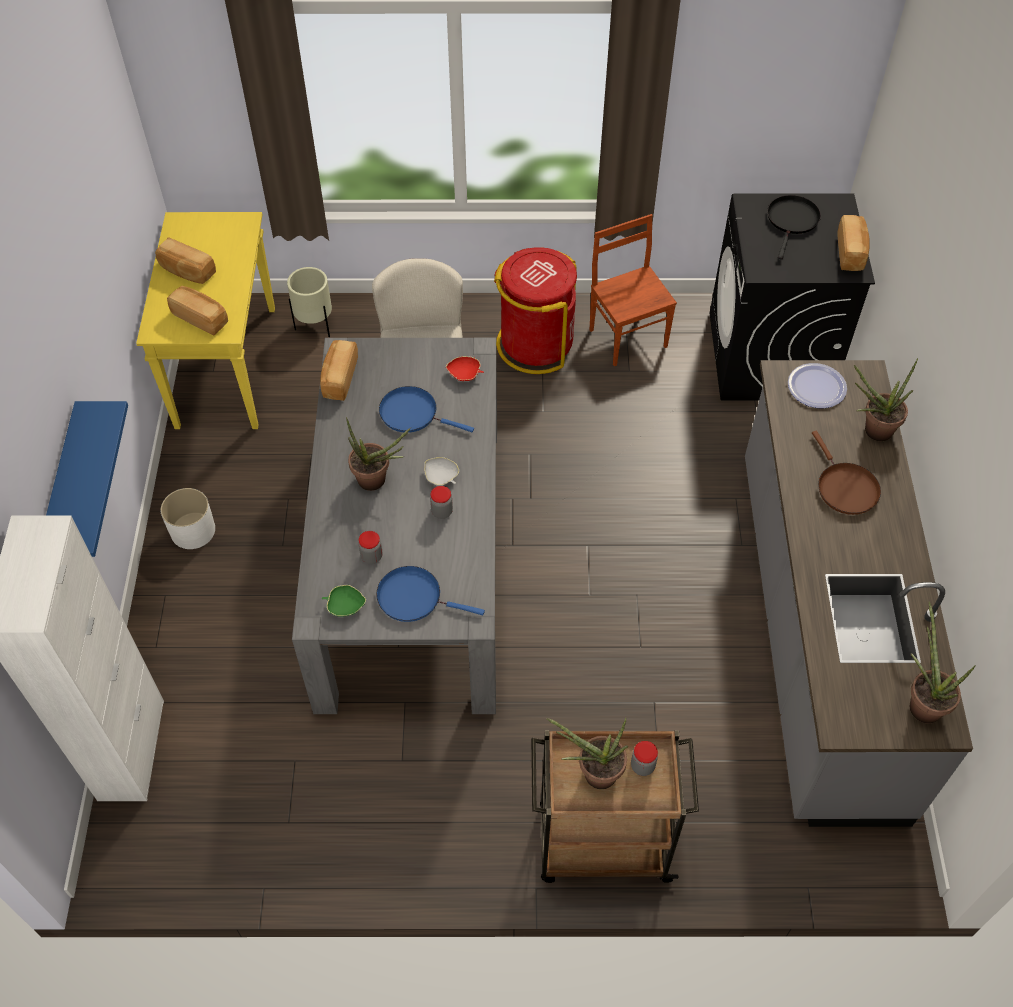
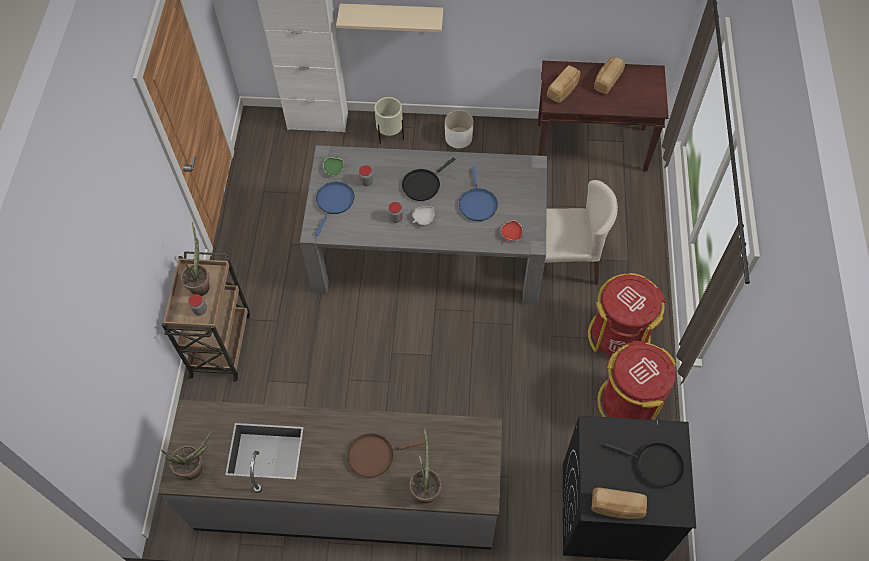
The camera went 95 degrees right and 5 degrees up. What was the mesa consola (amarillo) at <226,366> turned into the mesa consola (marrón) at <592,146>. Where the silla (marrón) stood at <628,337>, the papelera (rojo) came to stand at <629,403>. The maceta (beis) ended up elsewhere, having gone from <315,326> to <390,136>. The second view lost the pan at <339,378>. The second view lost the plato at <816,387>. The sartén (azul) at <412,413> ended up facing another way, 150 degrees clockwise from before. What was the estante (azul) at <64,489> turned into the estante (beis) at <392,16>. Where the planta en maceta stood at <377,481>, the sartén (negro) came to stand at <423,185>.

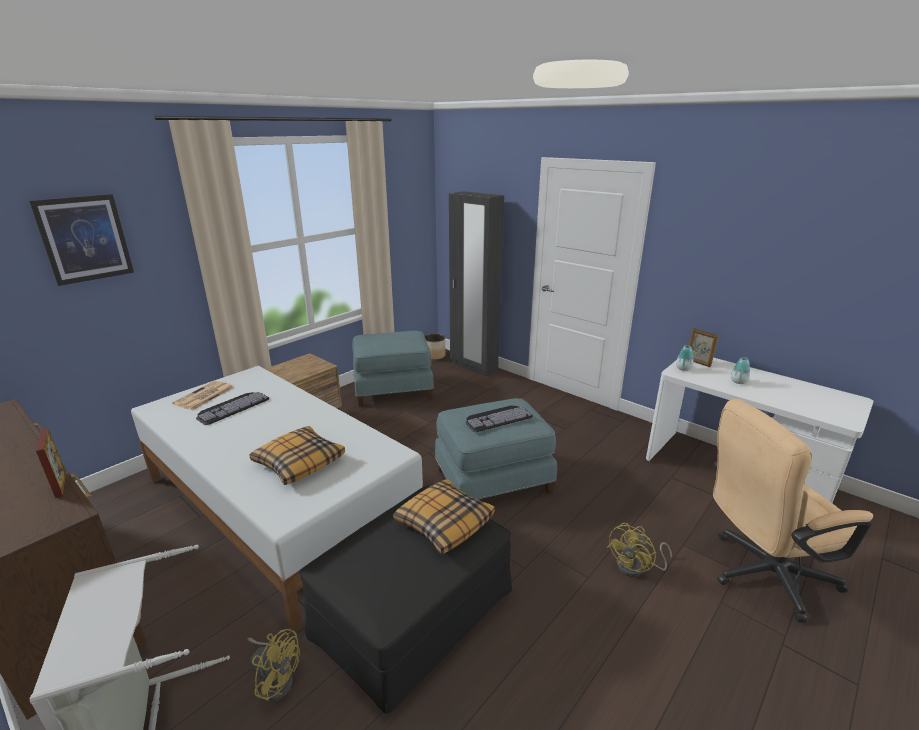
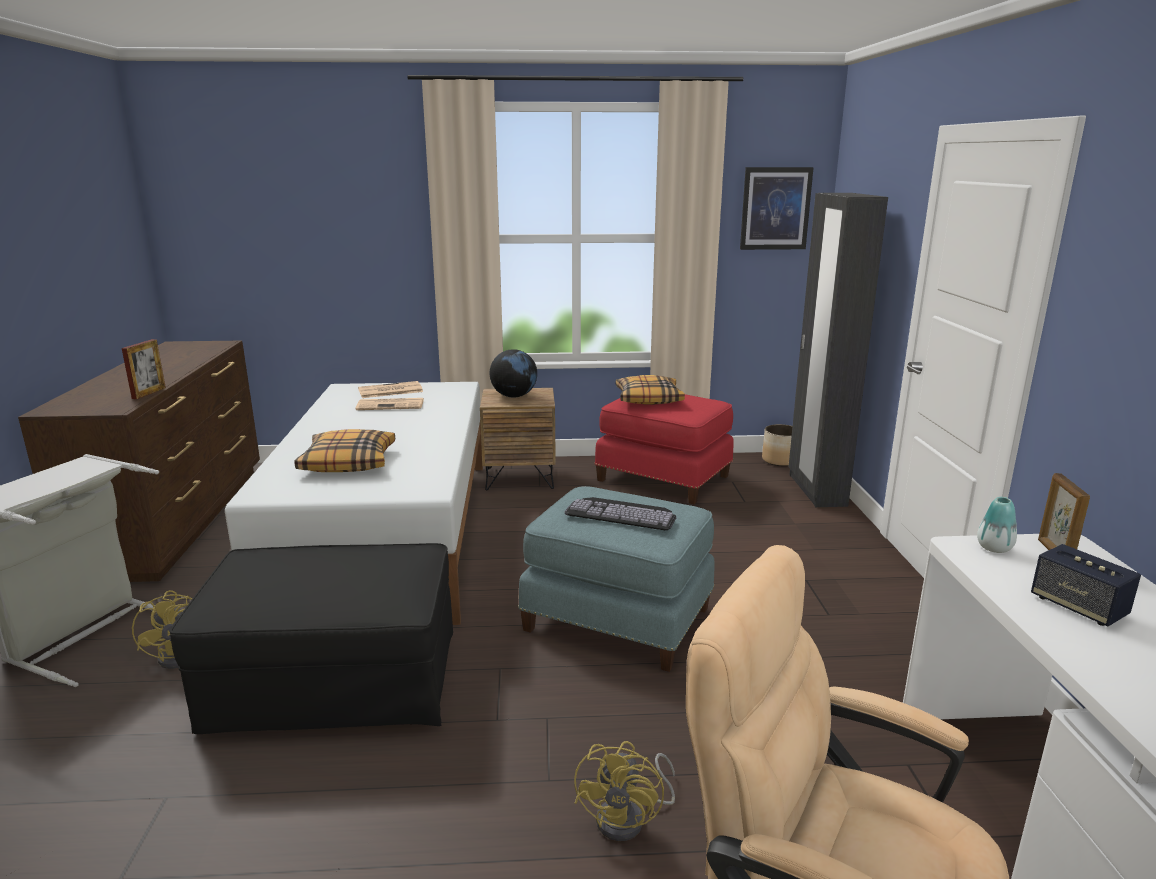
The camera went 45 degrees right and 5 degrees down. The cuadro ended up elsewhere, having gone from <84,239> to <775,208>. What was the puf (azul) at <393,389> turned into the puf (rojo) at <664,477>. Where the florero stood at <738,382>, the altavoz came to stand at <1078,607>. Where the teclado stood at <232,407>, the periódico came to stand at <391,405>. The cojín ended up elsewhere, having gone from <444,522> to <648,399>. The ventilador (amarillo) at <636,568> ended up facing another way, 75 degrees counterclockwise from before. The second view gained the globo terráqueo at <514,396>.

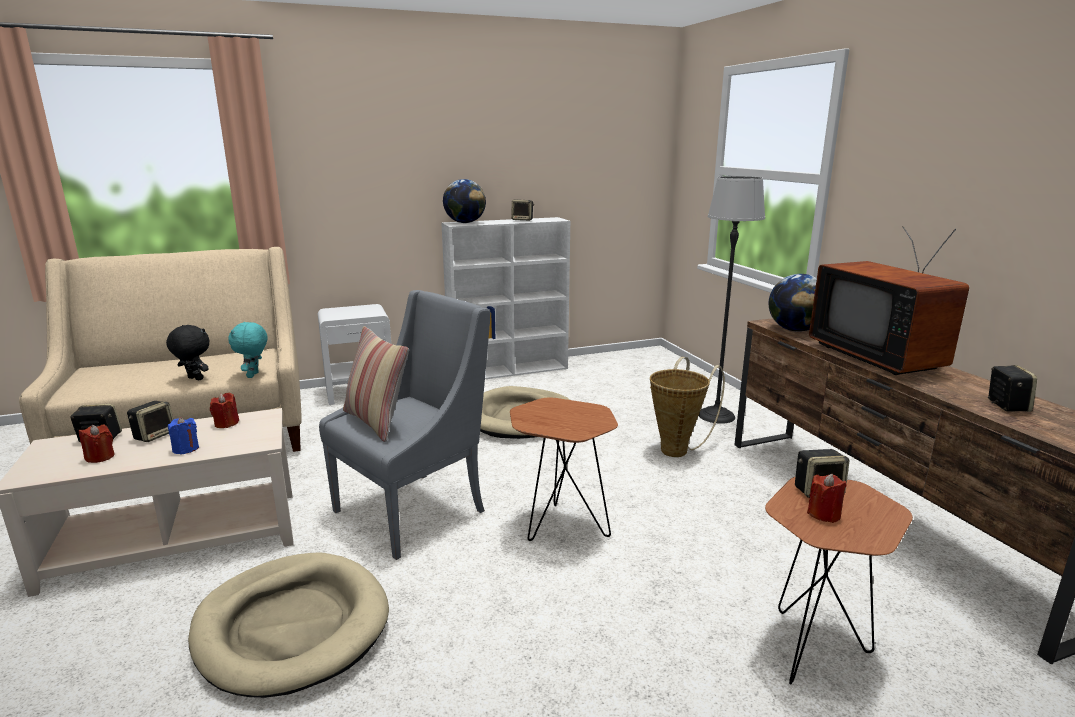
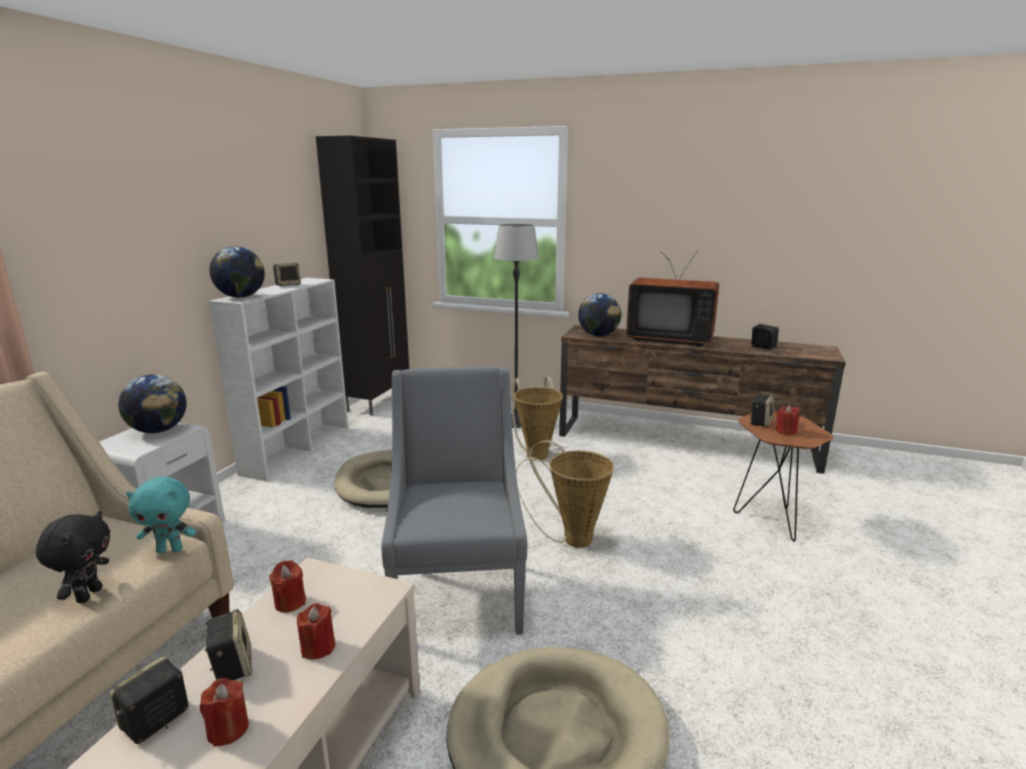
The camera went 50 degrees left and 0 degrees up. The peluche (turquesa) at <254,375> ended up facing another way, 45 degrees counterclockwise from before. The peluche (negro) at <194,379> ended up facing another way, 120 degrees clockwise from before. The second view lost the cojín at <376,422>. Where the mesa auxiliar (marrón) stood at <561,526>, the cesta came to stand at <570,538>. What was the vela (azul) at <186,449> turned into the vela (rojo) at <318,647>. The second view gained the armario (negro) at <379,401>. The second view gained the globo terráqueo at <159,430>.

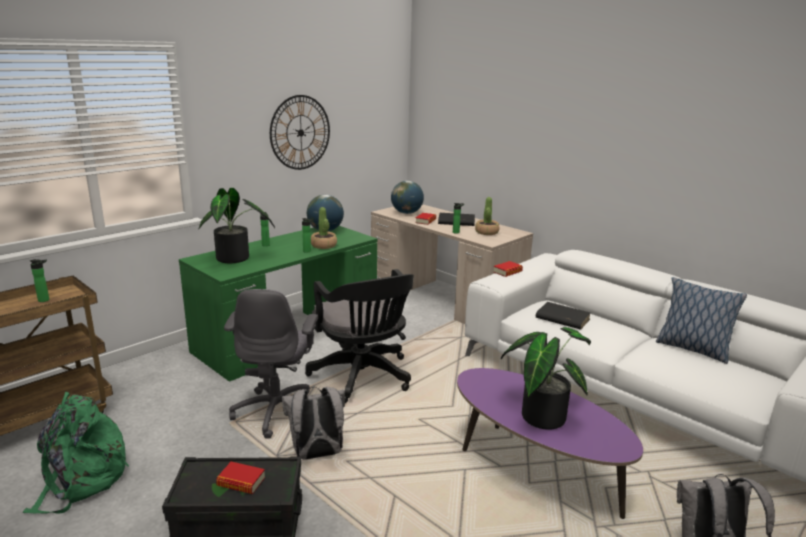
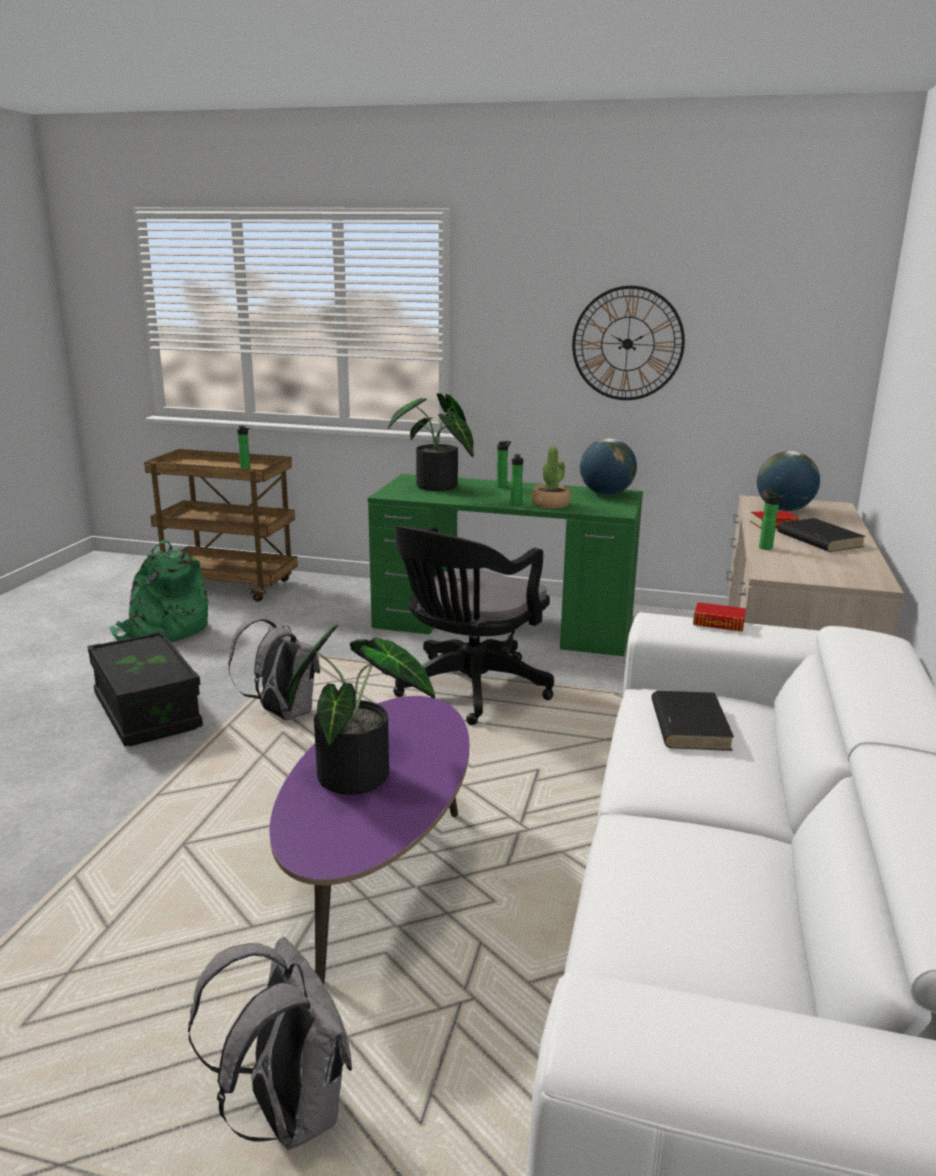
The camera went 60 degrees right and 0 degrees up. The second view lost the planta en maceta at <487,232>. The second view lost the cojín at <692,349>. The second view lost the silla de oficina (gris) at <277,411>. The second view lost the libro at <241,482>.

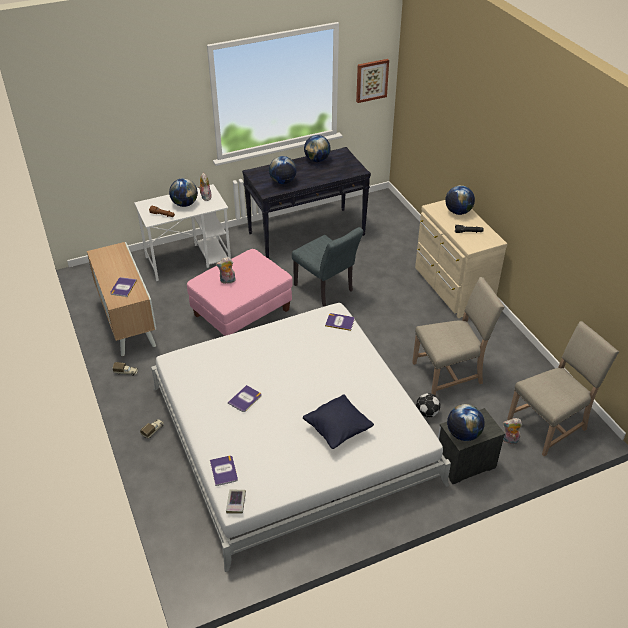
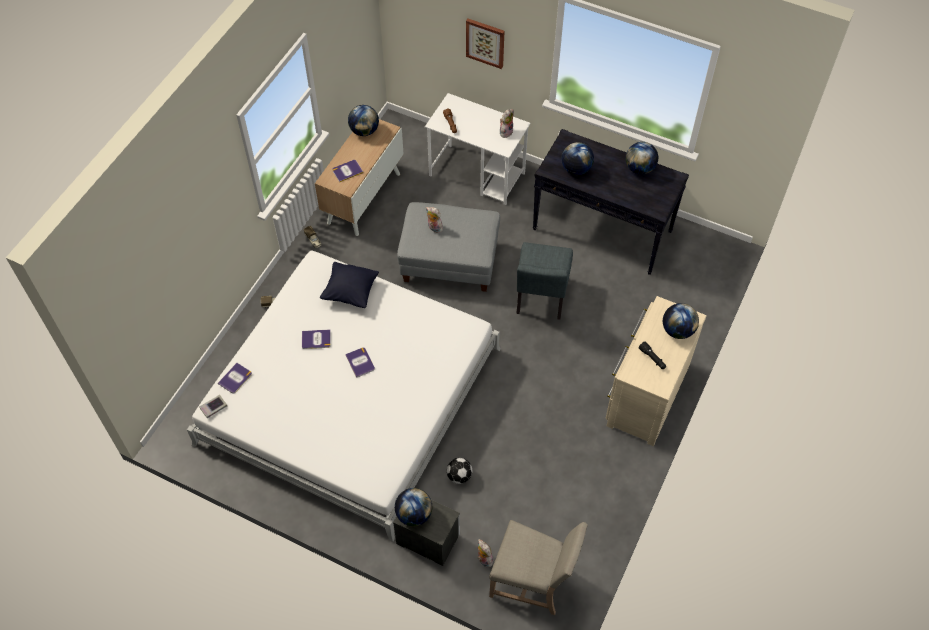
The camera went 50 degrees right and 15 degrees up. The cuadro ended up elsewhere, having gone from <371,80> to <485,42>. The globo terráqueo ended up elsewhere, having gone from <184,204> to <364,131>. What was the puf (rosa) at <242,313> turned into the puf (gris) at <449,262>. The second view lost the silla (beis) at <450,374>. The libro ended up elsewhere, having gone from <340,322> to <360,362>. The cojín (negro) ended up elsewhere, having gone from <337,430> to <350,292>.

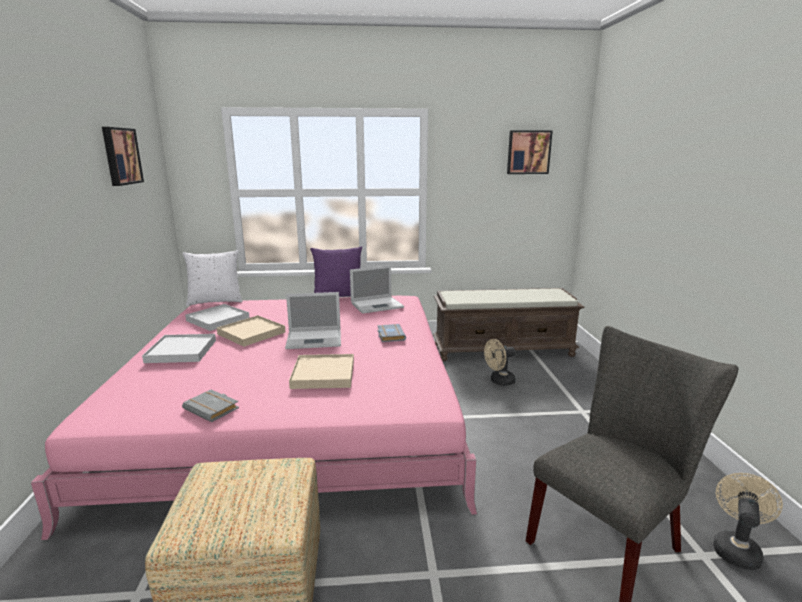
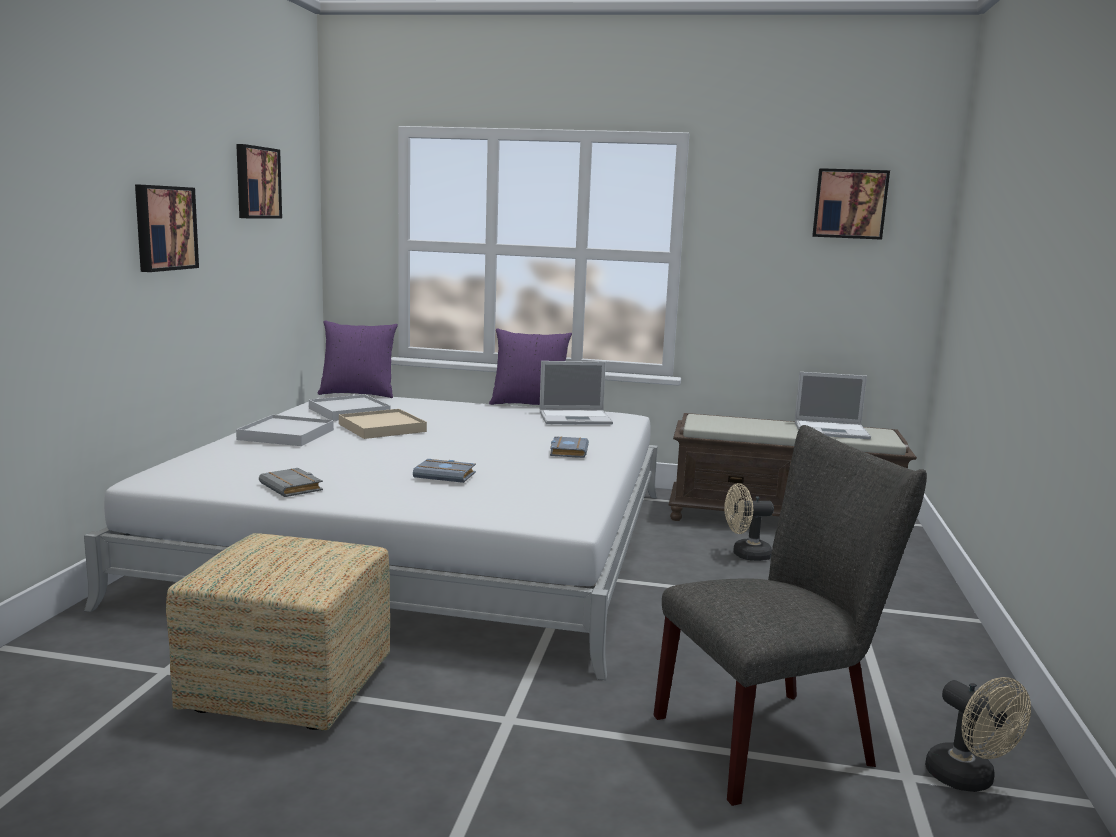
The camera went 15 degrees right and 5 degrees down. What was the cojín (blanco) at <215,301> turned into the cojín (morado) at <358,394>. The portátil ended up elsewhere, having gone from <315,339> to <832,430>. What was the cama (rosa) at <295,409> turned into the cama (blanco) at <425,543>. Where the bandeja (beis) stood at <323,374>, the libro (gris) came to stand at <446,475>. The ventilador (beis) at <736,548> ended up facing another way, 105 degrees clockwise from before. The second view gained the cuadro at <164,228>.

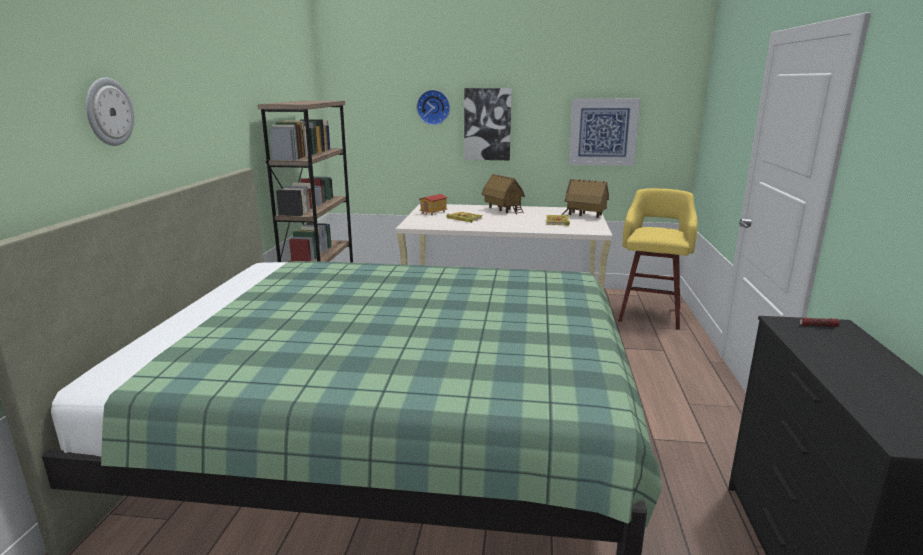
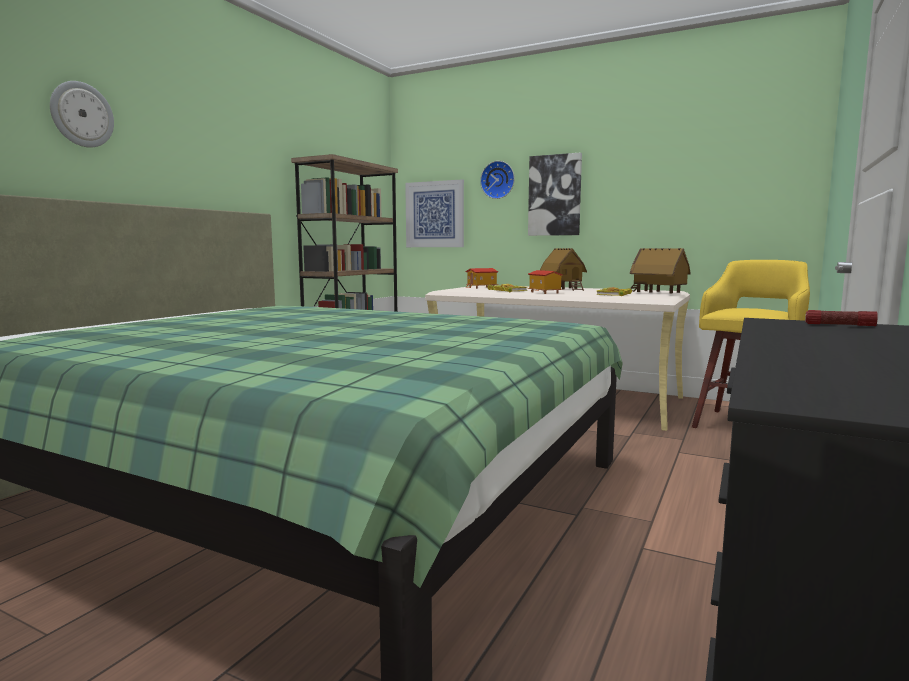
The camera went 20 degrees right and 10 degrees down. The cuadro ended up elsewhere, having gone from <603,132> to <434,214>. The second view gained the casita at <544,292>.

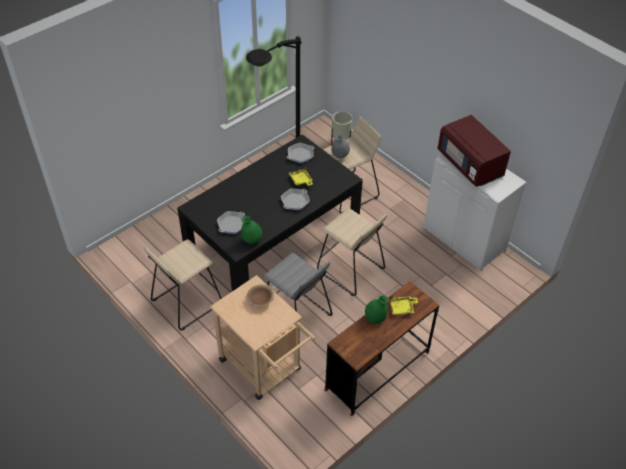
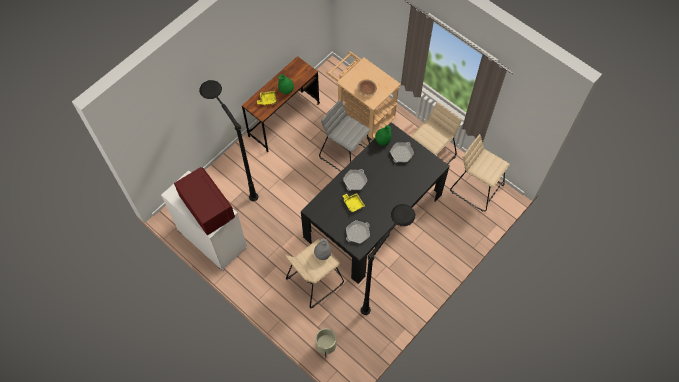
The camera went 175 degrees right and 15 degrees up. The taburete (beis) ended up elsewhere, having gone from <350,270> to <477,188>. The second view gained the lámpara de pie (negro) at <237,175>.

